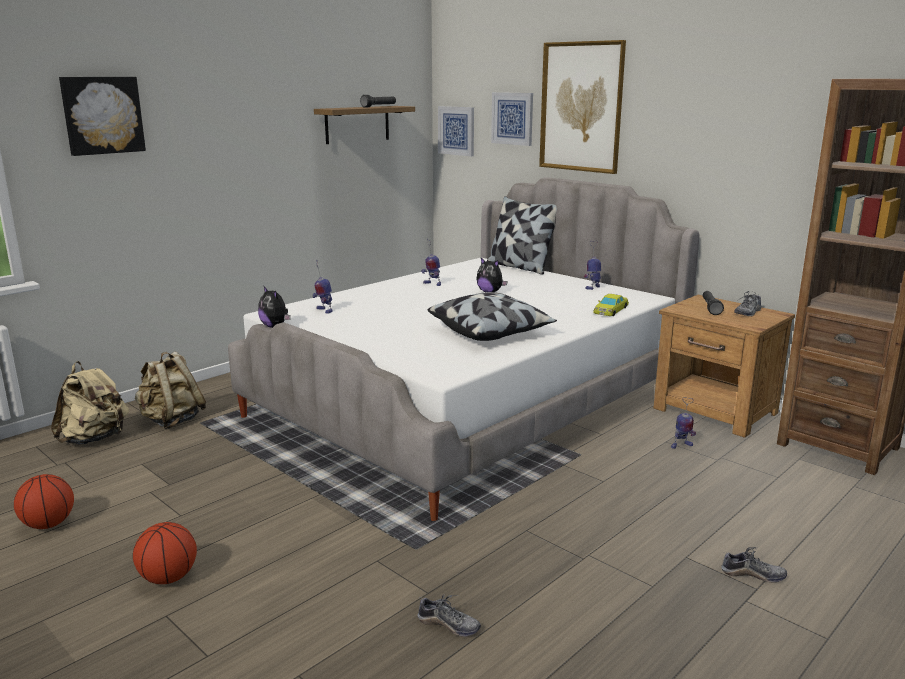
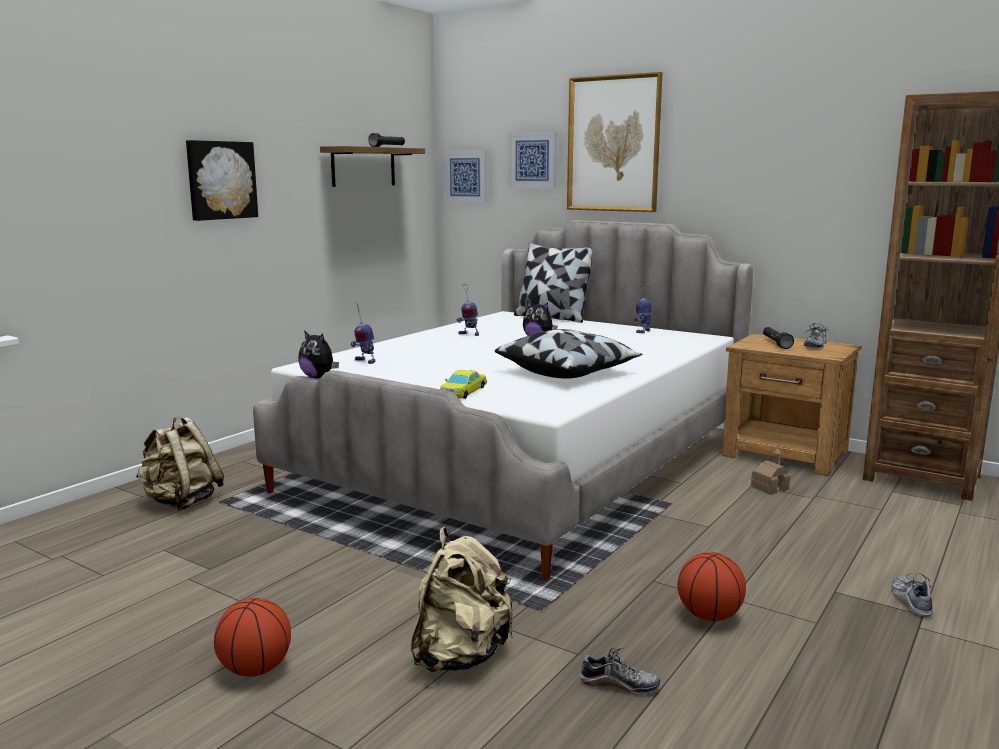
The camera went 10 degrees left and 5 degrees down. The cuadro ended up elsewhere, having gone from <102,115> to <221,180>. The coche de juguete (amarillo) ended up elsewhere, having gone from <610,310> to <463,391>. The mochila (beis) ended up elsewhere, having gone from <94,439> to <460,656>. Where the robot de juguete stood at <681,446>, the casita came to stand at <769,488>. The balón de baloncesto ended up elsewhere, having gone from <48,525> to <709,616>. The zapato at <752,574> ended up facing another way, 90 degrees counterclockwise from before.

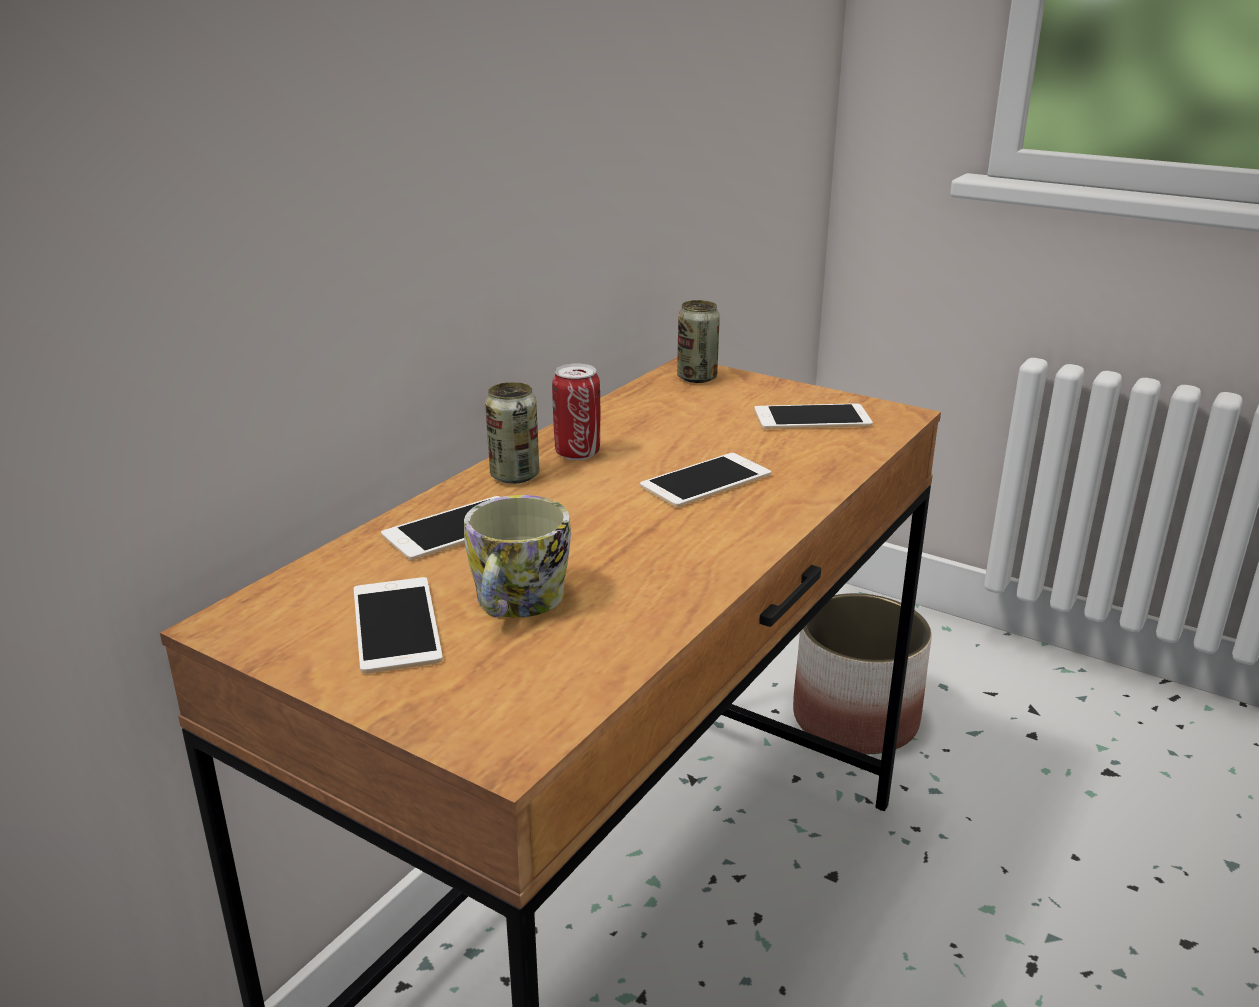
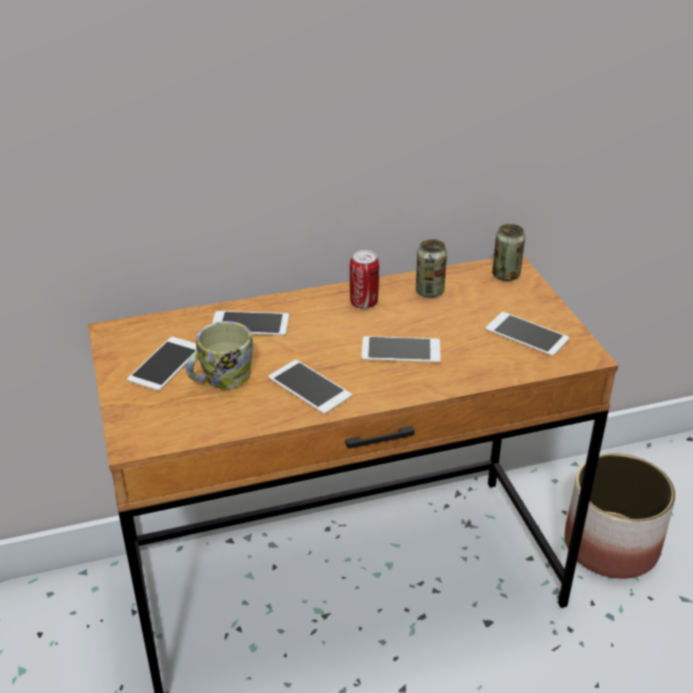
The camera went 40 degrees right and 10 degrees up. The lata ended up elsewhere, having gone from <514,475> to <429,291>. The second view gained the móvil at <309,387>.

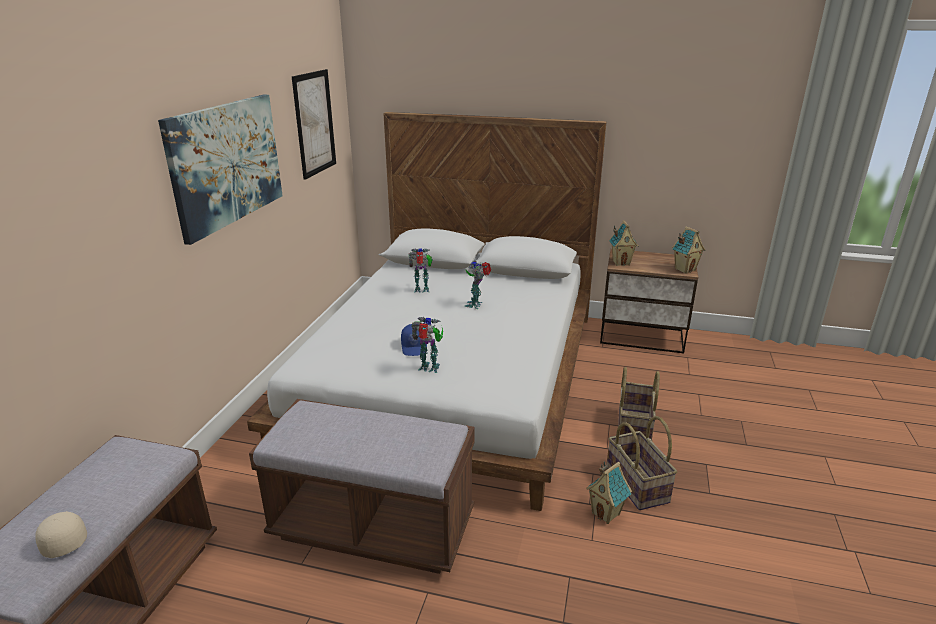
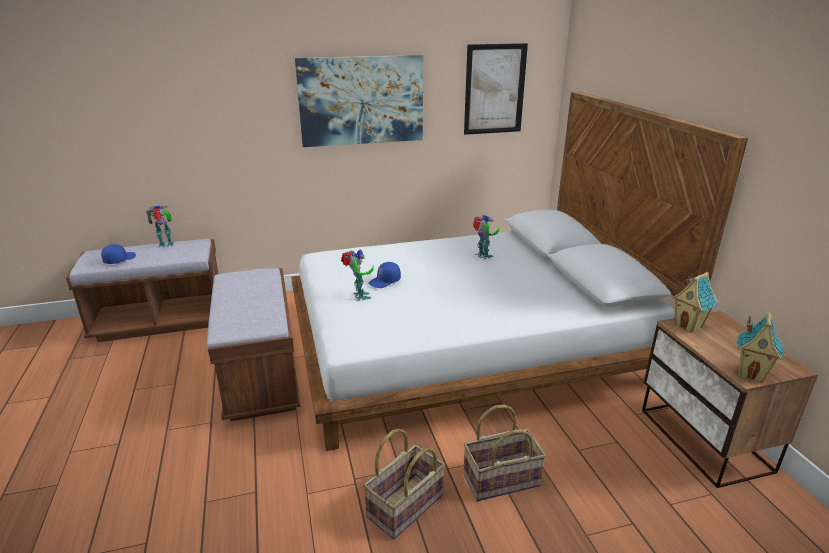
The camera went 60 degrees right and 0 degrees up. The robot de juguete ended up elsewhere, having gone from <476,304> to <166,245>. The second view lost the casita at <606,513>. What was the gorra (beis) at <62,539> turned into the gorra (azul) at <119,259>.

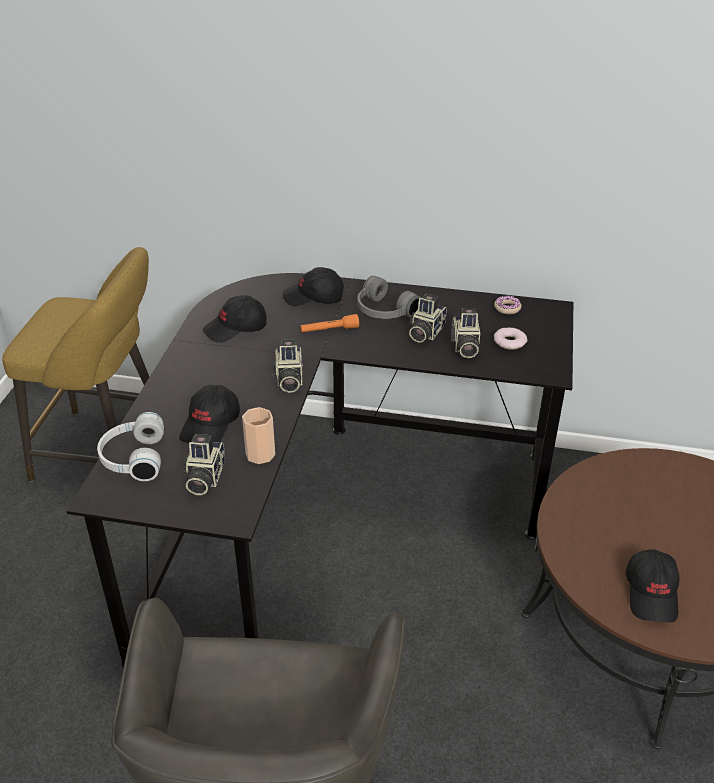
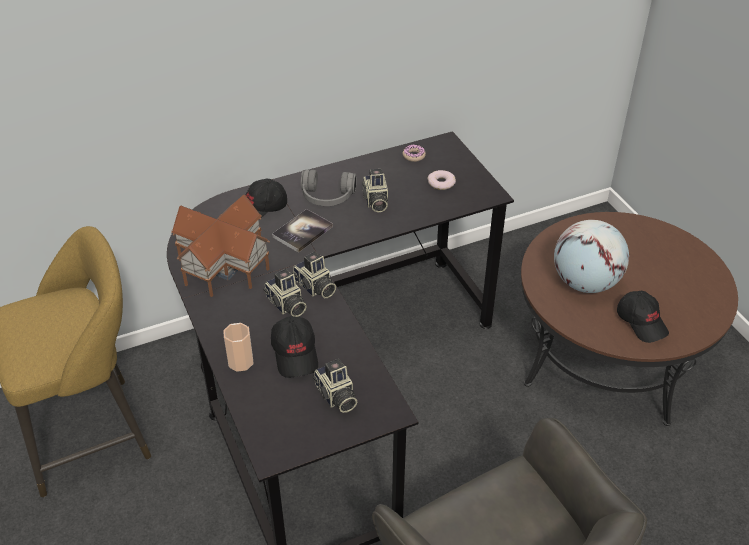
The camera went 35 degrees left and 5 degrees up. Where the gorra (negro) stood at <236,329>, the casita came to stand at <226,264>. The cámara ended up elsewhere, having gone from <464,346> to <286,305>. Where the linterna (naranja) stood at <329,330>, the libro came to stand at <302,231>. The taza ended up elsewhere, having gone from <260,454> to <240,362>. The second view lost the auriculares (blanco) at <132,458>. The second view gained the globo terráqueo at <585,283>.

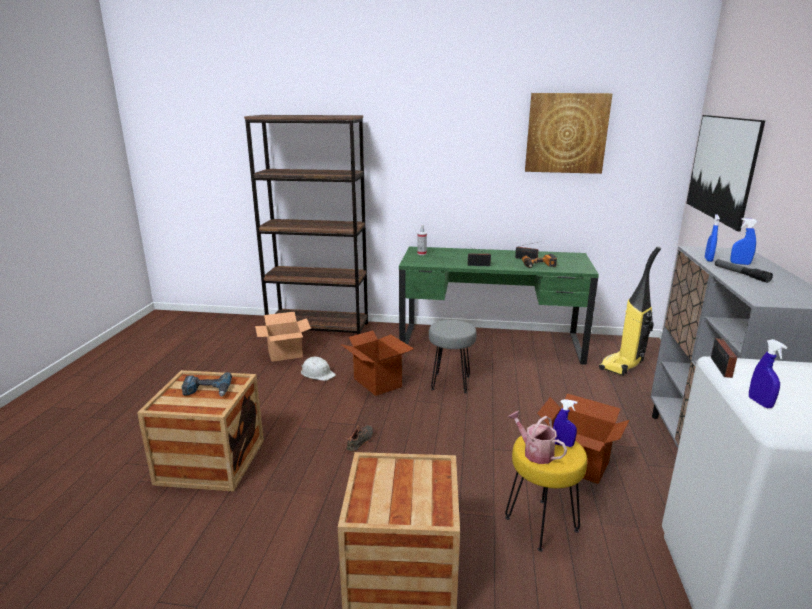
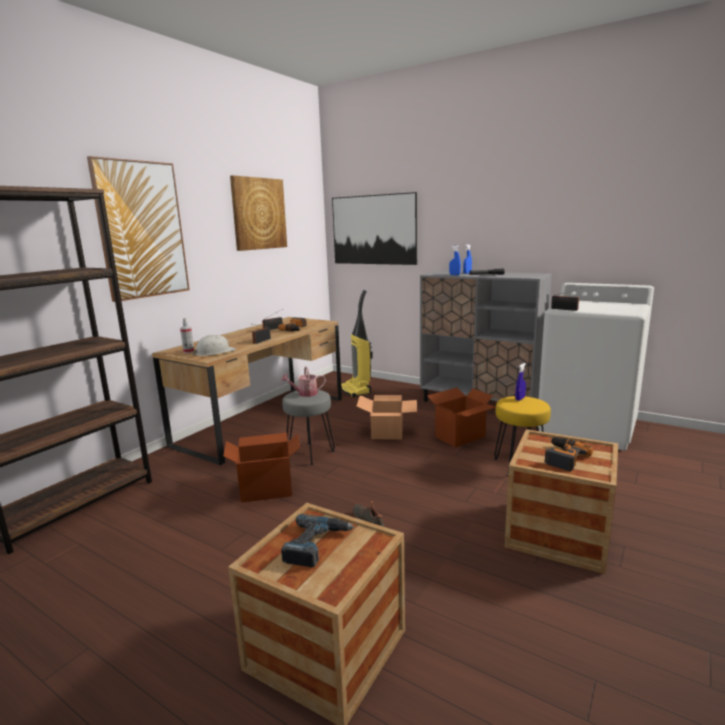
The camera went 65 degrees left and 5 degrees down. What was the escritorio (verde) at <490,343> turned into the escritorio (marrón) at <263,421>. The caja de cartón ended up elsewhere, having gone from <285,353> to <387,432>. The second view lost the pulverizador (azul) at <760,403>. The casco (blanco) ended up elsewhere, having gone from <317,373> to <214,352>. The regadera ended up elsewhere, having gone from <535,452> to <305,394>. The second view gained the cuadro at <141,230>. The second view gained the taladro at <562,457>.

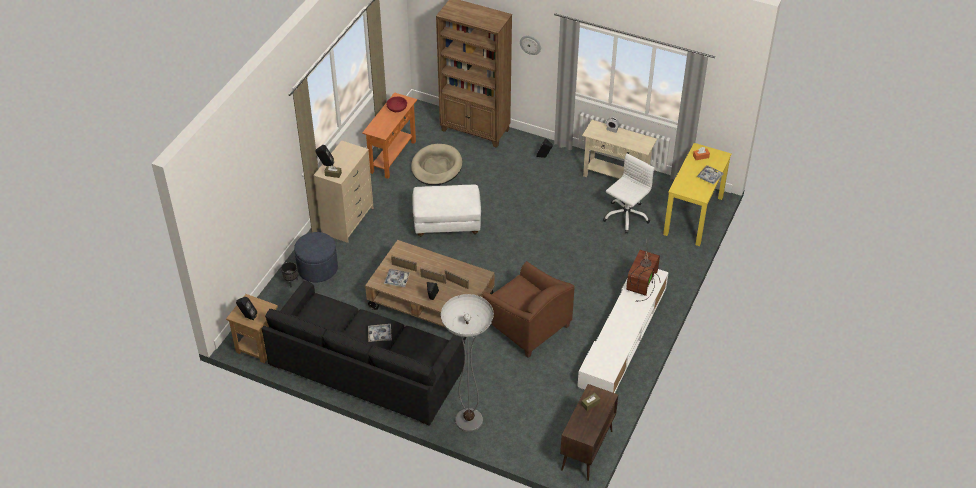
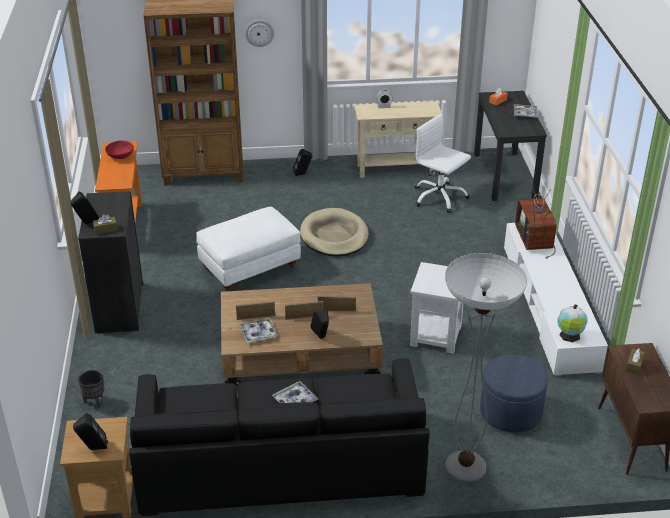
The camera went 30 degrees left and 10 degrees down. What was the cómoda (beis) at <348,221> turned into the cómoda (negro) at <120,307>. What was the escritorio (amarillo) at <693,216> turned into the escritorio (negro) at <504,176>. The cama para perro (beis) ended up elsewhere, having gone from <436,167> to <334,236>. The silla de oficina (blanco) at <626,216> ended up facing another way, 60 degrees counterclockwise from before. The puf (azul) ended up elsewhere, having gone from <317,268> to <510,412>. Where the sillón (marrón) stood at <527,326>, the mesa auxiliar (blanco) came to stand at <436,336>. The second view gained the globo terráqueo at <569,336>.

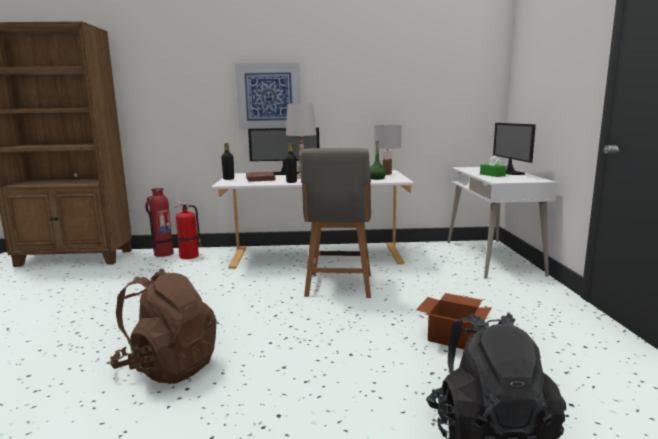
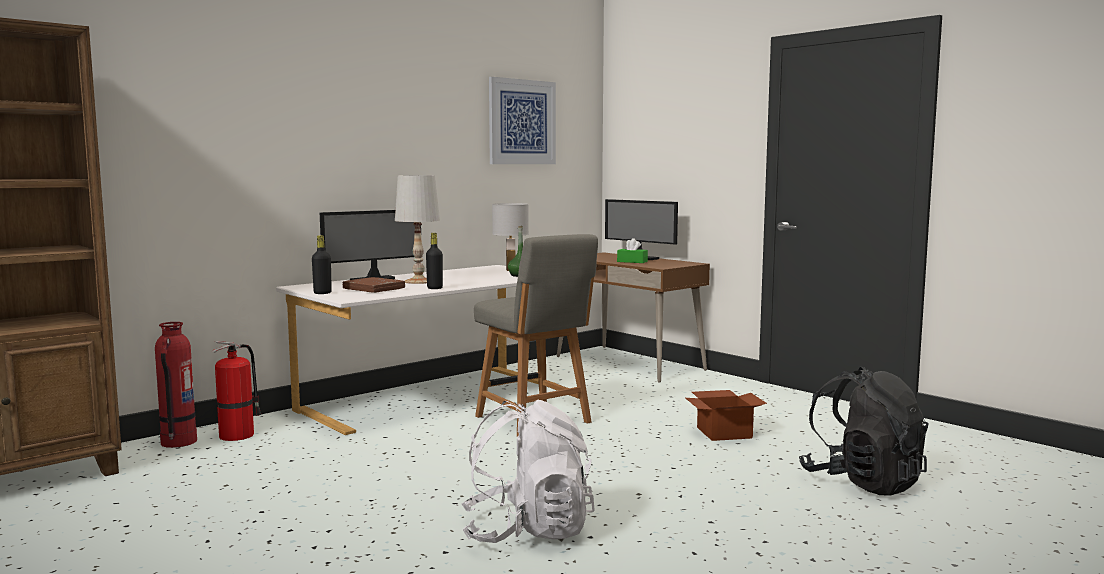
The camera went 40 degrees left and 5 degrees down. The cuadro ended up elsewhere, having gone from <268,96> to <522,122>. What was the escritorio (blanco) at <492,257> turned into the escritorio (marrón) at <629,363>. What was the mochila (marrón) at <168,367> turned into the mochila (blanco) at <527,531>.

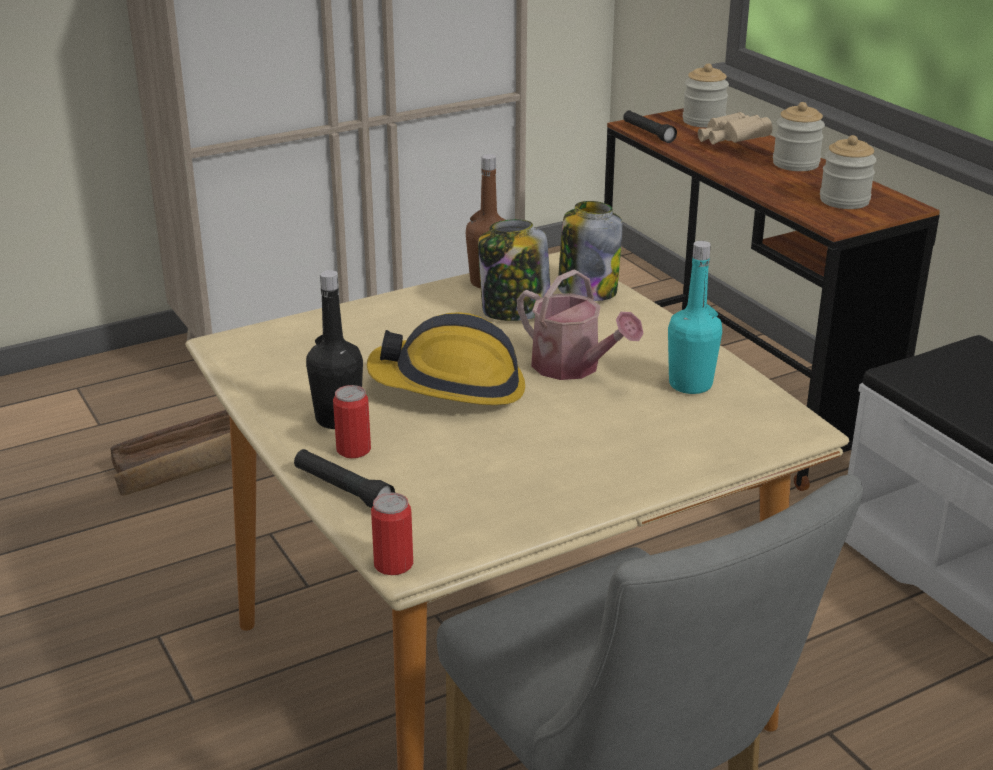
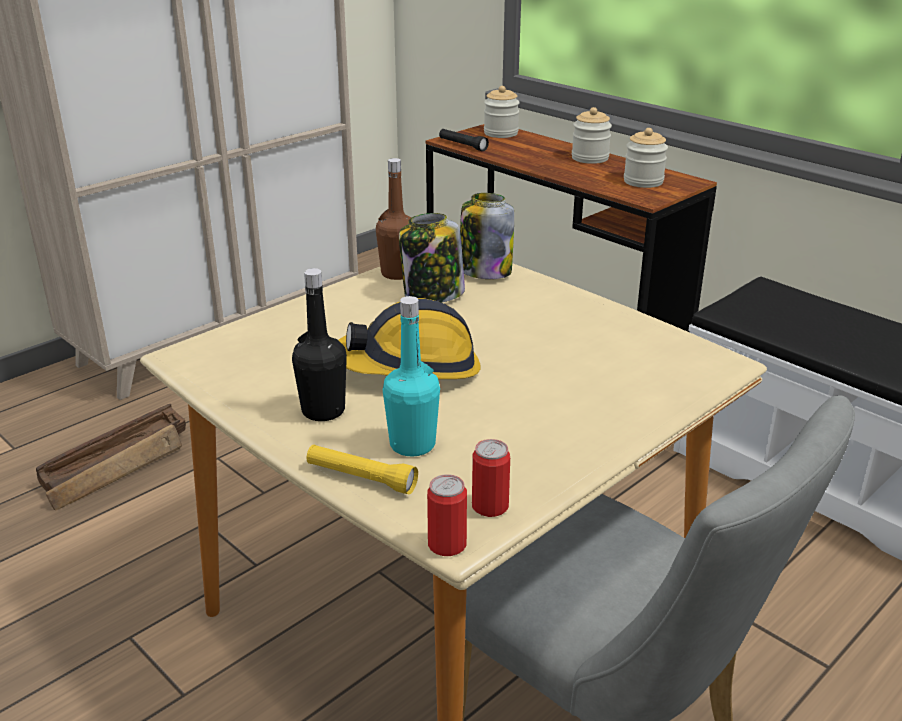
The camera went 15 degrees left and 0 degrees up. The second view lost the prismáticos (beis) at <731,143>. The botella (turquesa) ended up elsewhere, having gone from <690,384> to <412,444>. The second view lost the regadera at <573,367>. The lata ended up elsewhere, having gone from <353,450> to <490,506>. What was the linterna (negro) at <343,490> turned into the linterna (amarillo) at <361,478>.

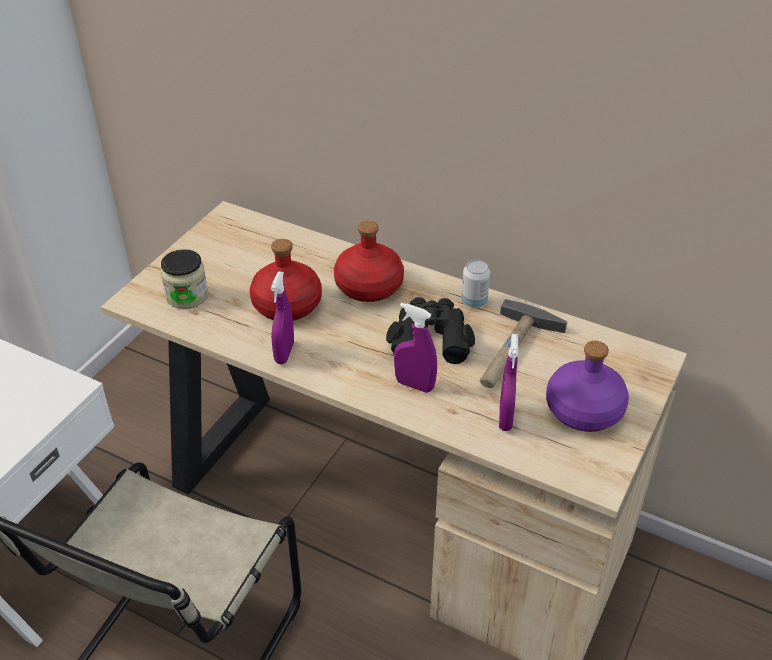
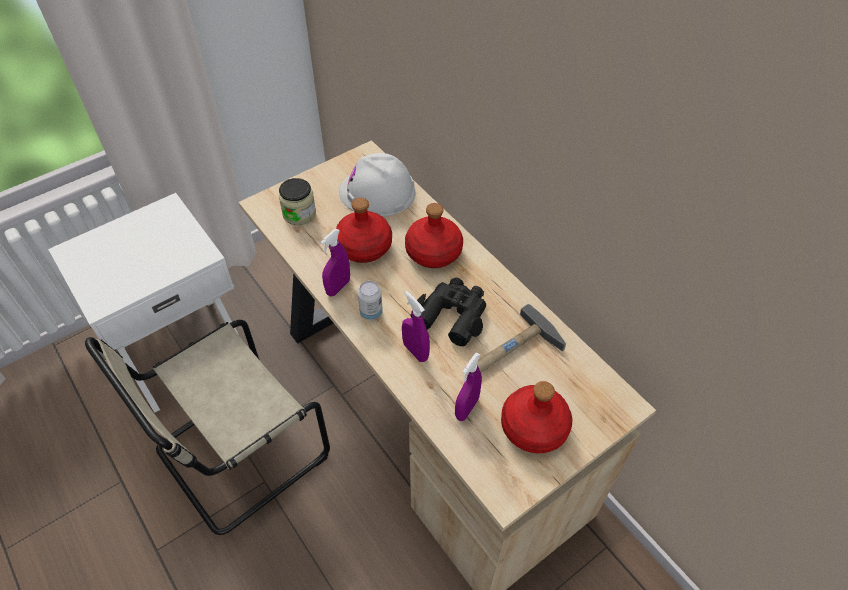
The camera went 25 degrees right and 10 degrees up. The lata ended up elsewhere, having gone from <474,302> to <371,312>. What was the botella (morado) at <583,410> turned into the botella (rojo) at <533,427>. The second view gained the casco (blanco) at <377,192>.

